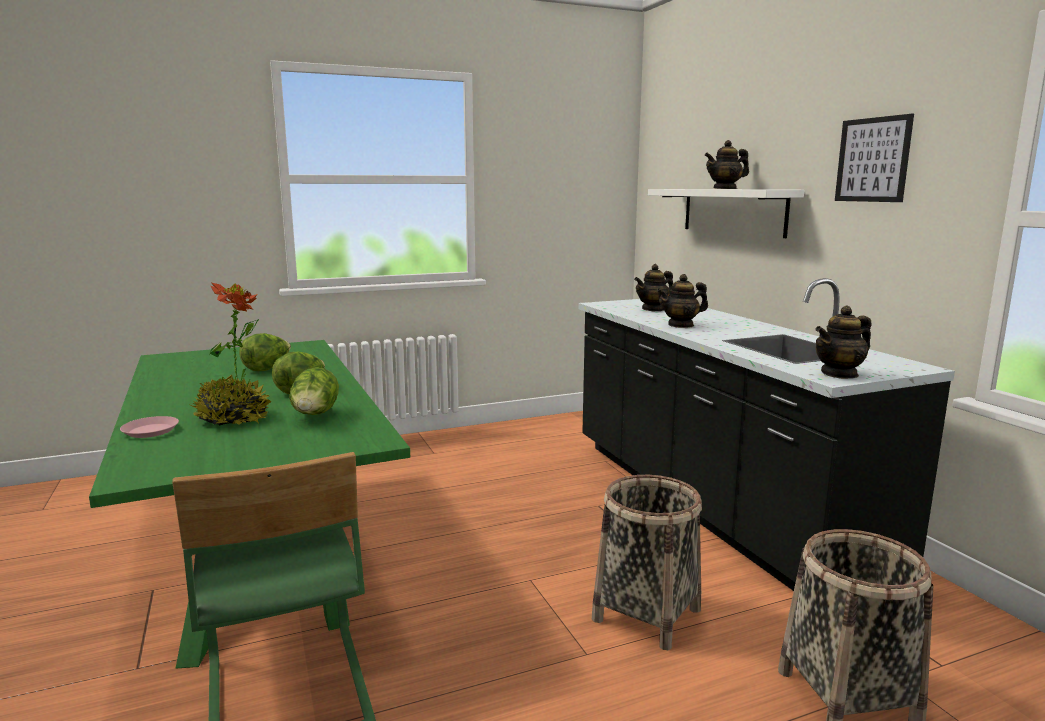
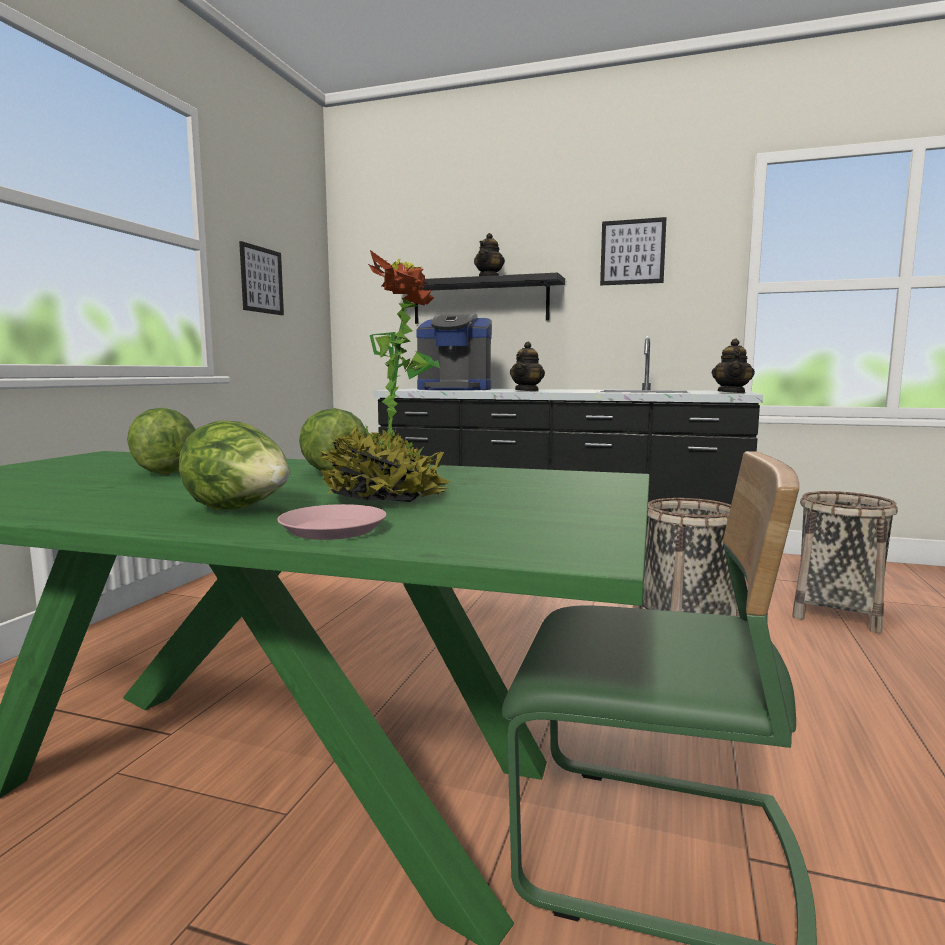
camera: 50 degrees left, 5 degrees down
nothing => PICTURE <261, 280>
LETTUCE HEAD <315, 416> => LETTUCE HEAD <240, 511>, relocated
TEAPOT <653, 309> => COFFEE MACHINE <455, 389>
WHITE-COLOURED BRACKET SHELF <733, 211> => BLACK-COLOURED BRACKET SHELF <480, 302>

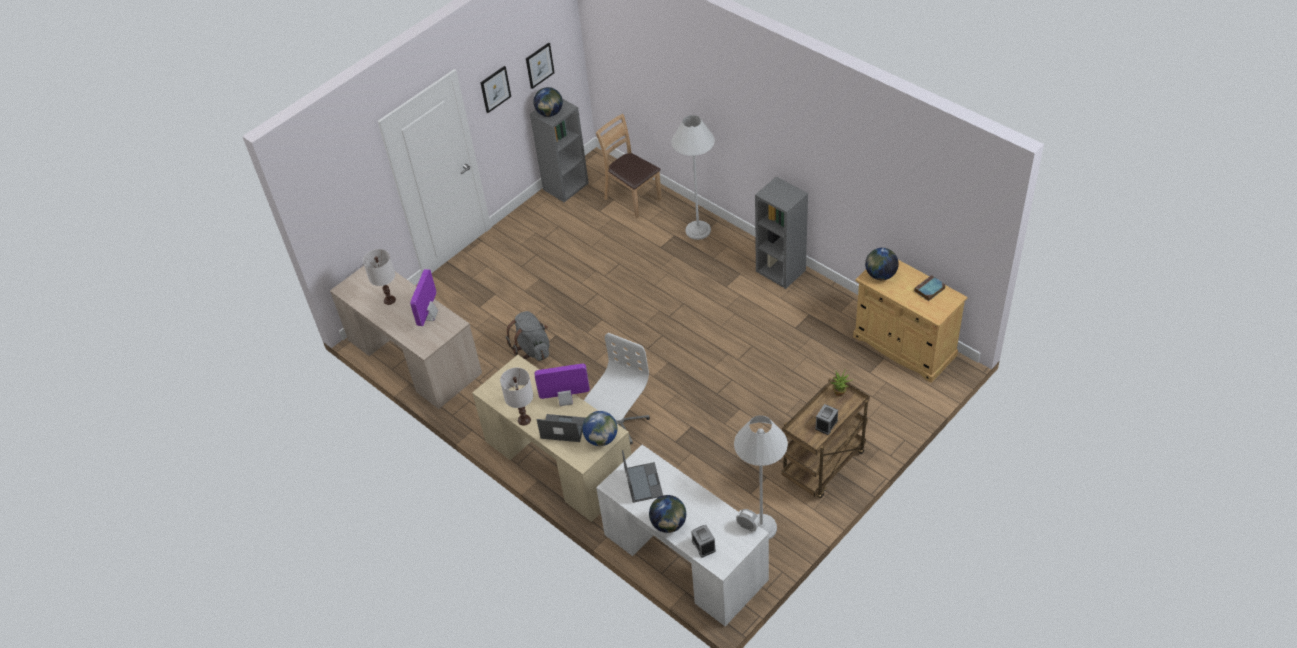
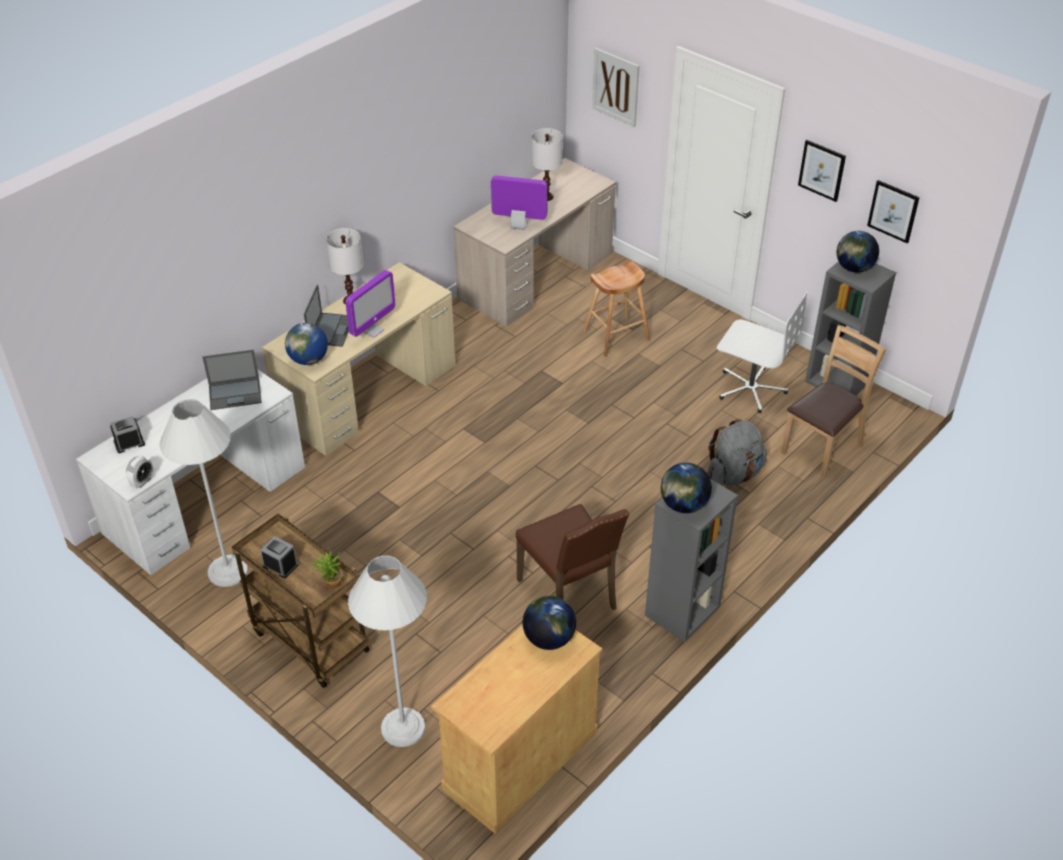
camera: 85 degrees right, 5 degrees down
VOLUME <929, 290> => nothing
nothing => BROWN-COLOURED PLAIN CHAIR <569, 594>
nothing => BROWN-COLOURED SITTING STOOL <616, 336>
nothing => PICTURE <615, 87>
GRAY BACKPACK <533, 349> => GRAY BACKPACK <734, 474>, relocated
WHITE-COLOURED DESK CHAIR <619, 422> => WHITE-COLOURED DESK CHAIR <750, 388>, relocated
WORLD GLOBE <668, 524> => WORLD GLOBE <683, 505>, relocated
WHITE-COLOURED FLOOR LAMP <698, 230> => WHITE-COLOURED FLOOR LAMP <403, 727>, relocated
MONITOR <565, 400> => MONITOR <372, 330>, 45 degrees clockwise

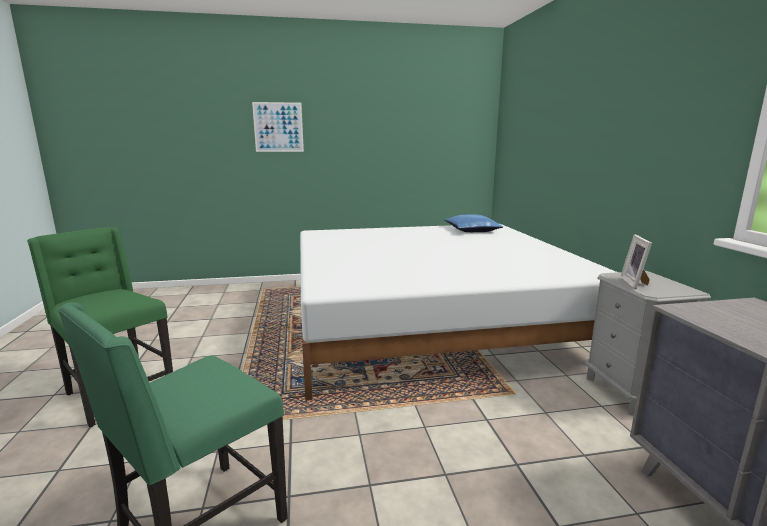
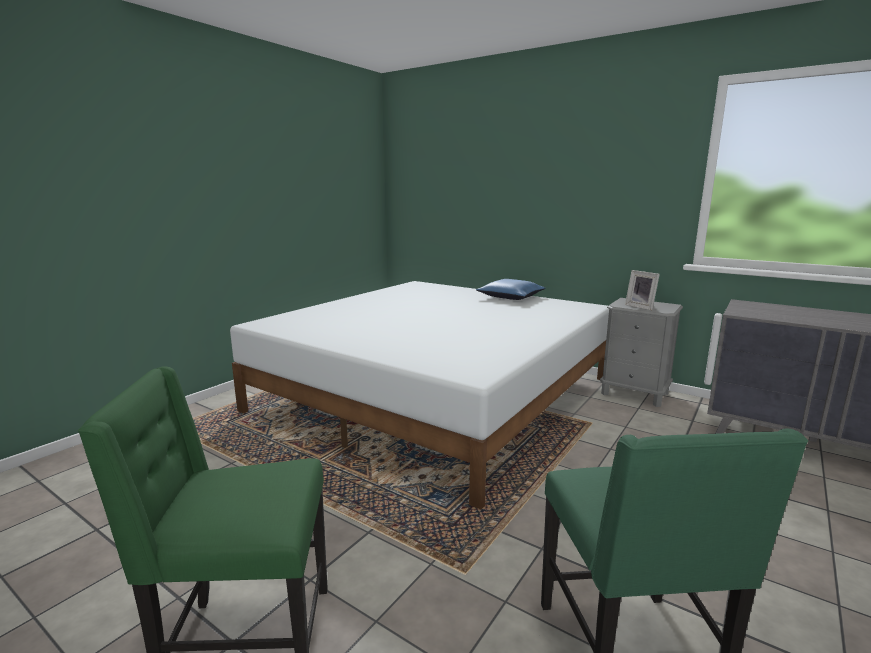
camera: 45 degrees left, 0 degrees up
PICTURE <278, 127> => nothing
BLUE CUSHION <472, 230> => BLUE CUSHION <511, 297>, relocated

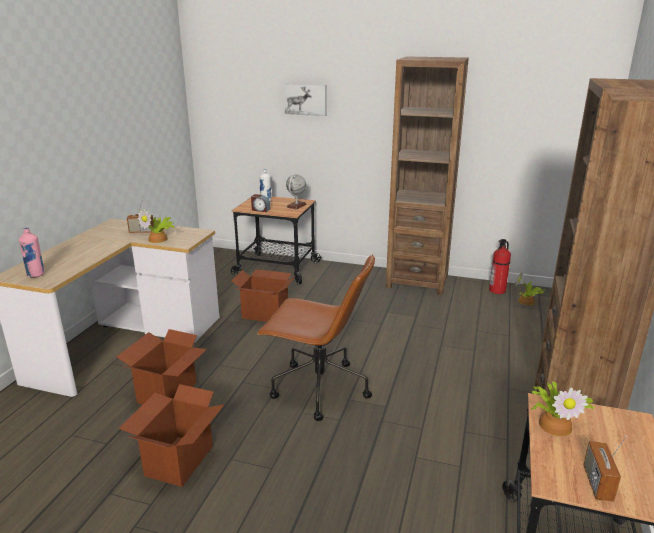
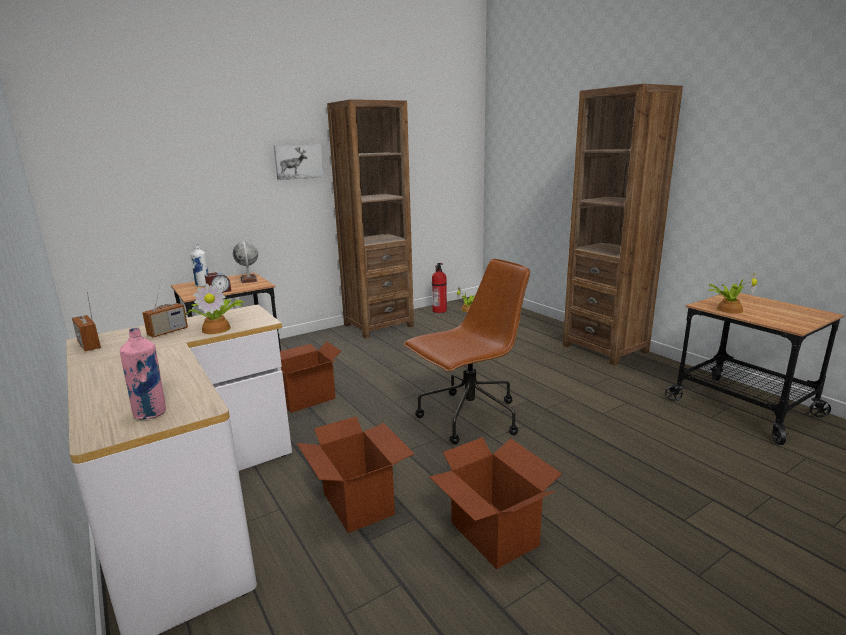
camera: 50 degrees left, 5 degrees down
PICTURE <306, 99> => PICTURE <298, 162>, relocated
RADIO <597, 483> => RADIO <89, 345>, relocated

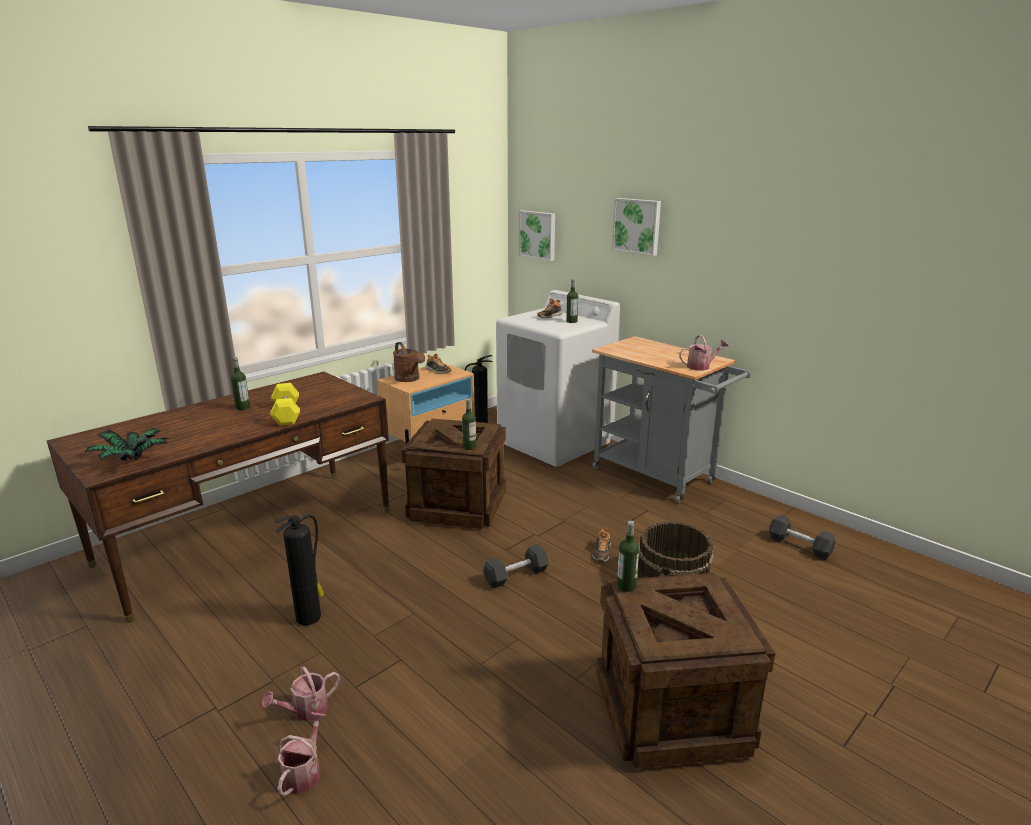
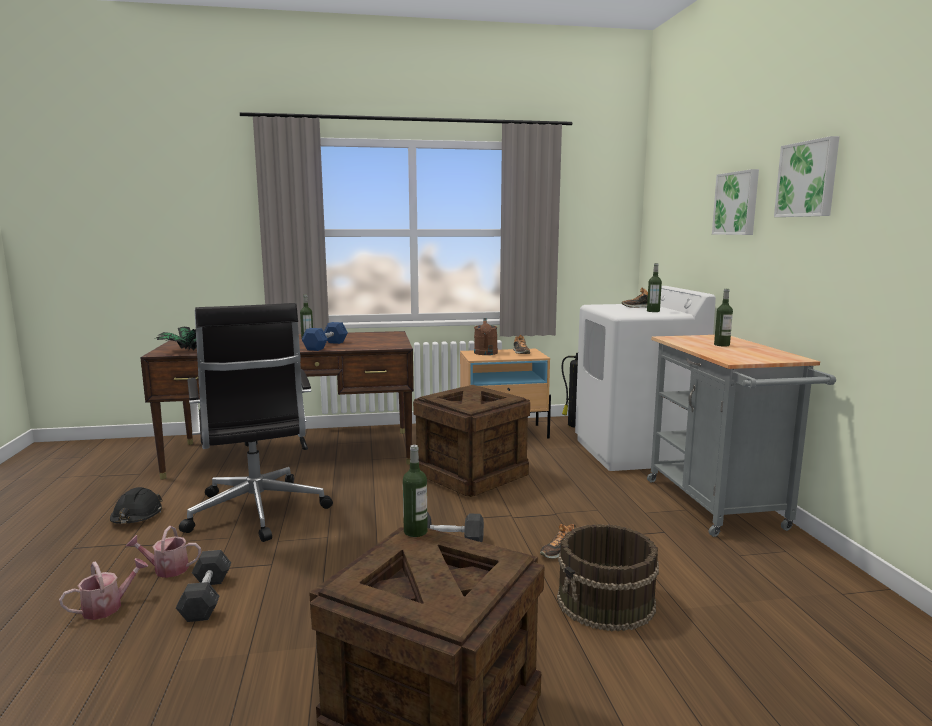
camera: 35 degrees right, 10 degrees down
SPRINKLING CAN <701, 366> => nothing
nothing => BLACK-COLOURED HARD HAT <137, 516>
BOTTLE <469, 447> => BOTTLE <721, 345>, relocated
PICTURE <538, 235> => PICTURE <808, 179>, relocated
GRAY HAND WEIGHT <799, 546> => GRAY HAND WEIGHT <206, 598>, relocated
FIRE EXTINGUISHER <310, 616> => BLACK-COLOURED DESK CHAIR <257, 513>
YELLOW-COLOURED HAND WEIGHT <286, 414> => BLUE HAND WEIGHT <325, 346>

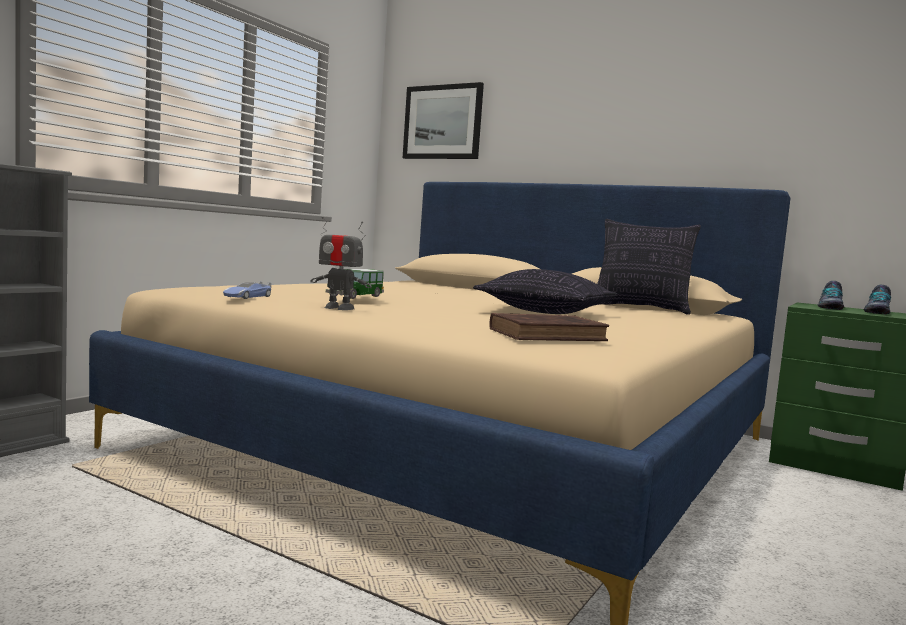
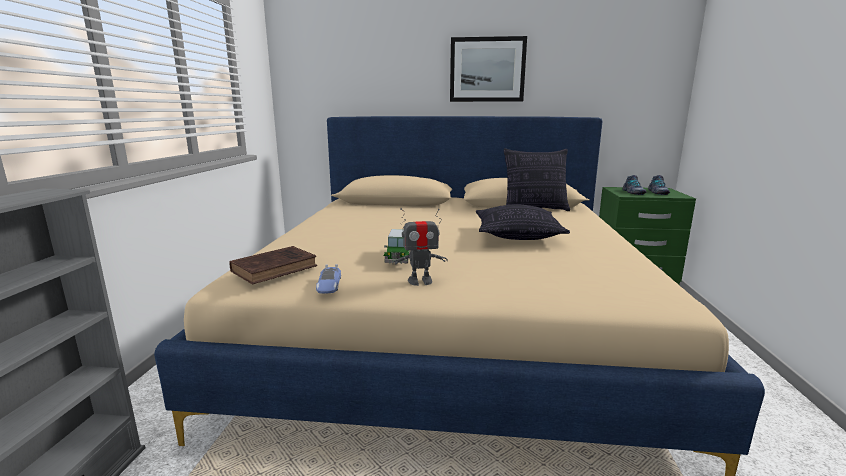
camera: 25 degrees left, 10 degrees up
PICTURE <442, 122> => PICTURE <487, 70>, relocated
BROWN-COLOURED VOLUME <550, 335> => BROWN-COLOURED VOLUME <276, 268>, relocated

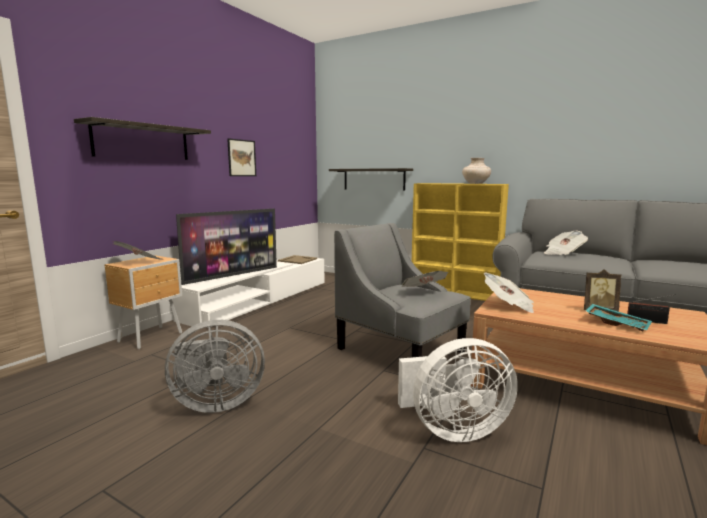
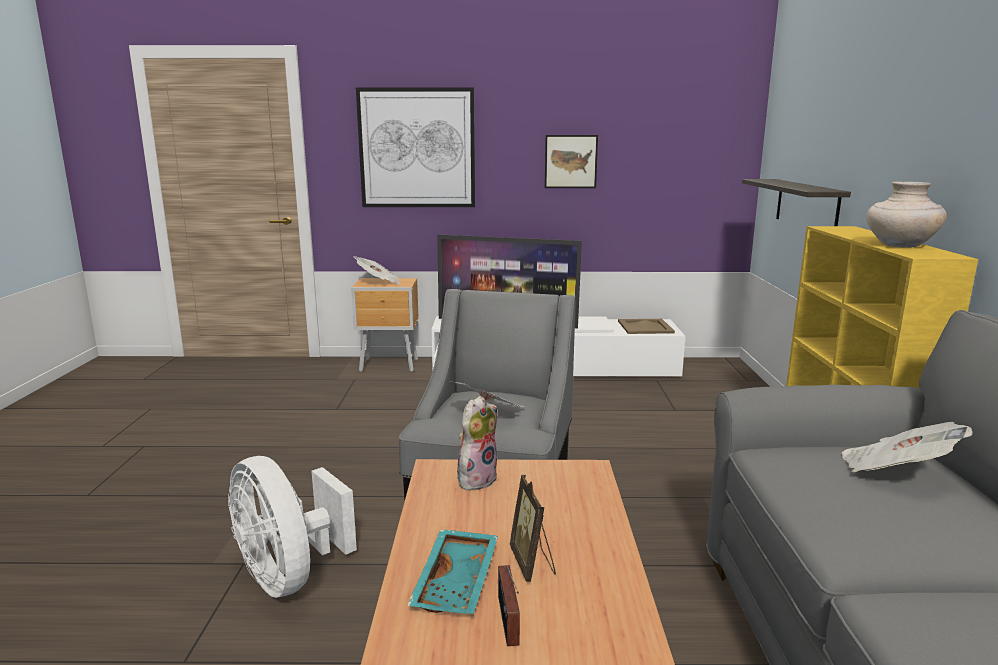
camera: 60 degrees right, 5 degrees up
GRAY FAN <215, 403> => nothing
BRACKET SHELF <142, 142> => PICTURE <417, 148>
PRINTED PAPER <508, 306> => SOFT TOY <476, 479>

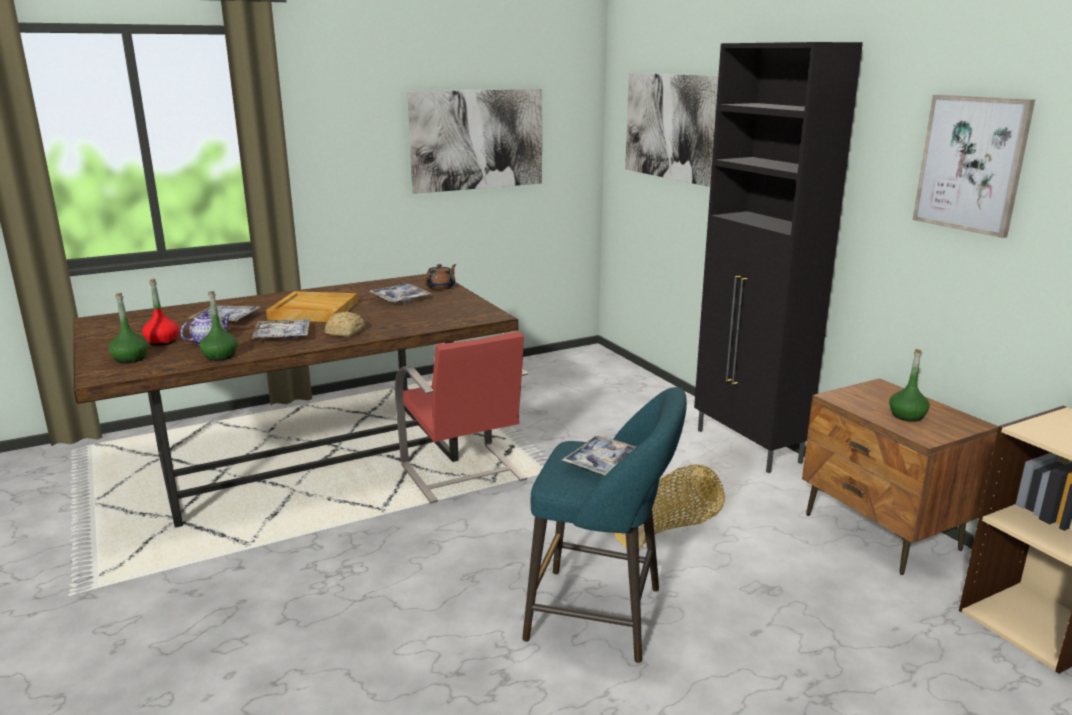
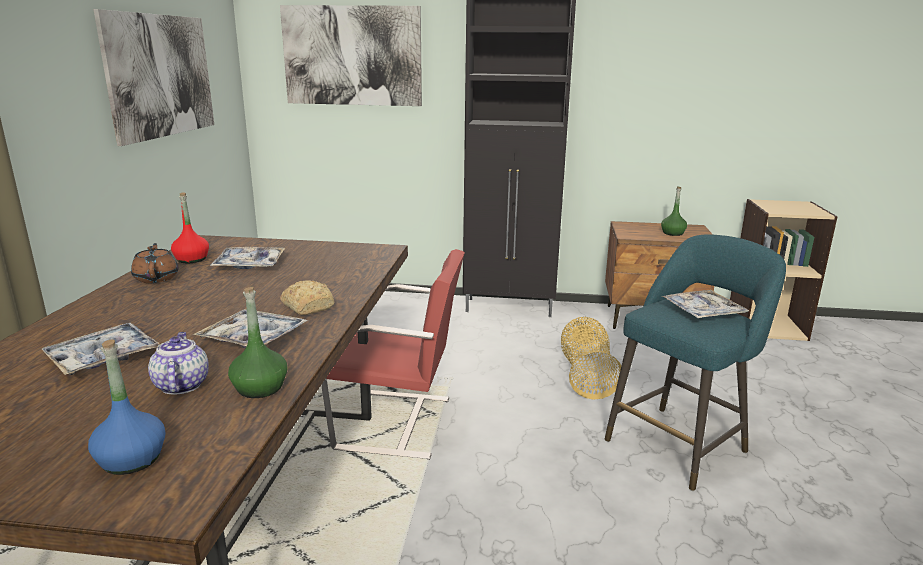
camera: 55 degrees left, 0 degrees up
SAND-COLOURED SERVING TRAY <313, 310> => nothing
PICTURE <971, 164> => nothing
REDDISH BOTTLE <162, 342> => REDDISH BOTTLE <192, 259>, relocated
BROWN-COLOURED TEAPOT <441, 287> => BROWN-COLOURED TEAPOT <157, 278>, relocated
GREENISH BOTTLE <130, 359> => BLUE BOTTLE <131, 459>

